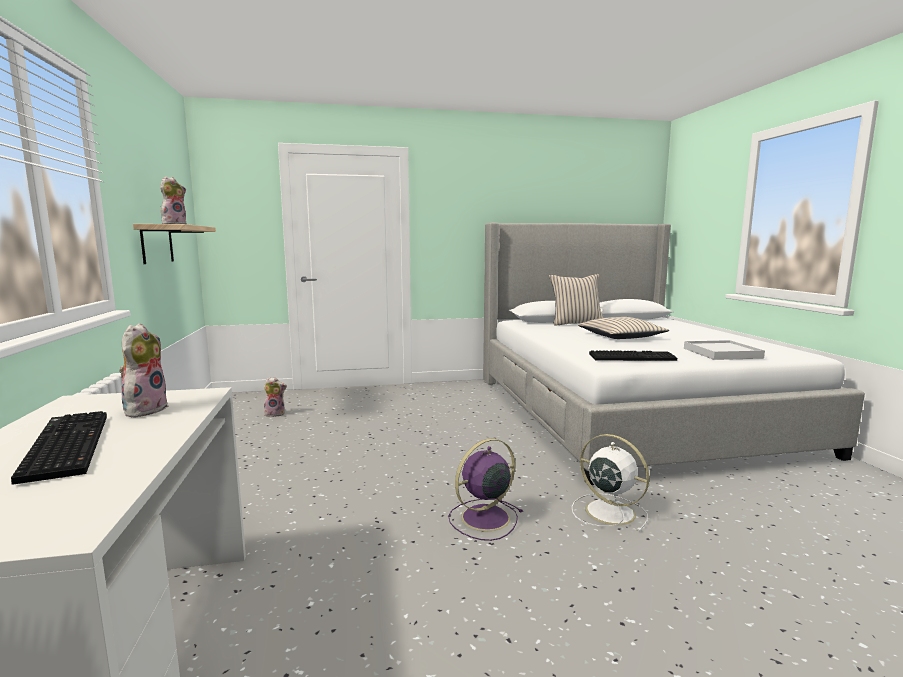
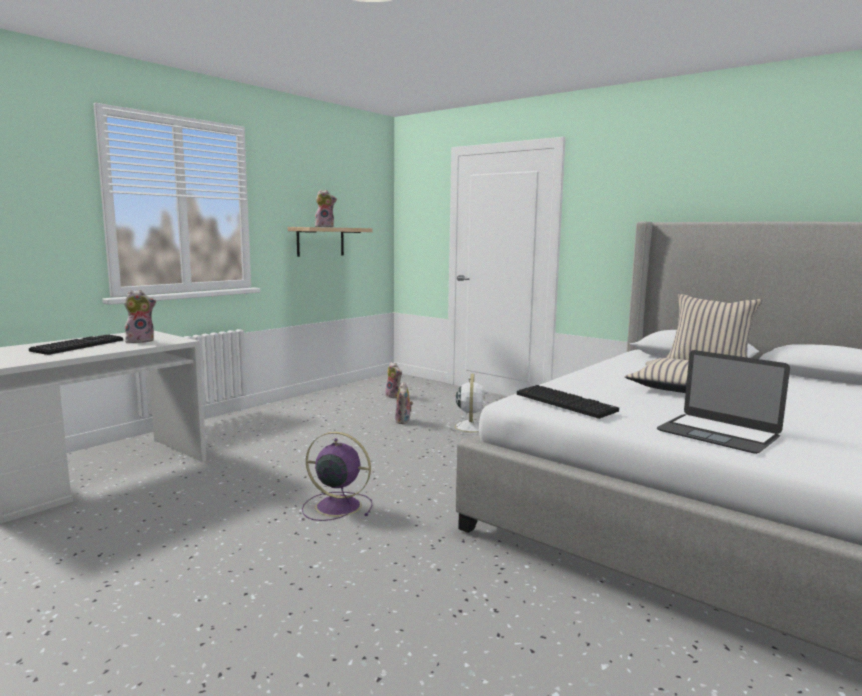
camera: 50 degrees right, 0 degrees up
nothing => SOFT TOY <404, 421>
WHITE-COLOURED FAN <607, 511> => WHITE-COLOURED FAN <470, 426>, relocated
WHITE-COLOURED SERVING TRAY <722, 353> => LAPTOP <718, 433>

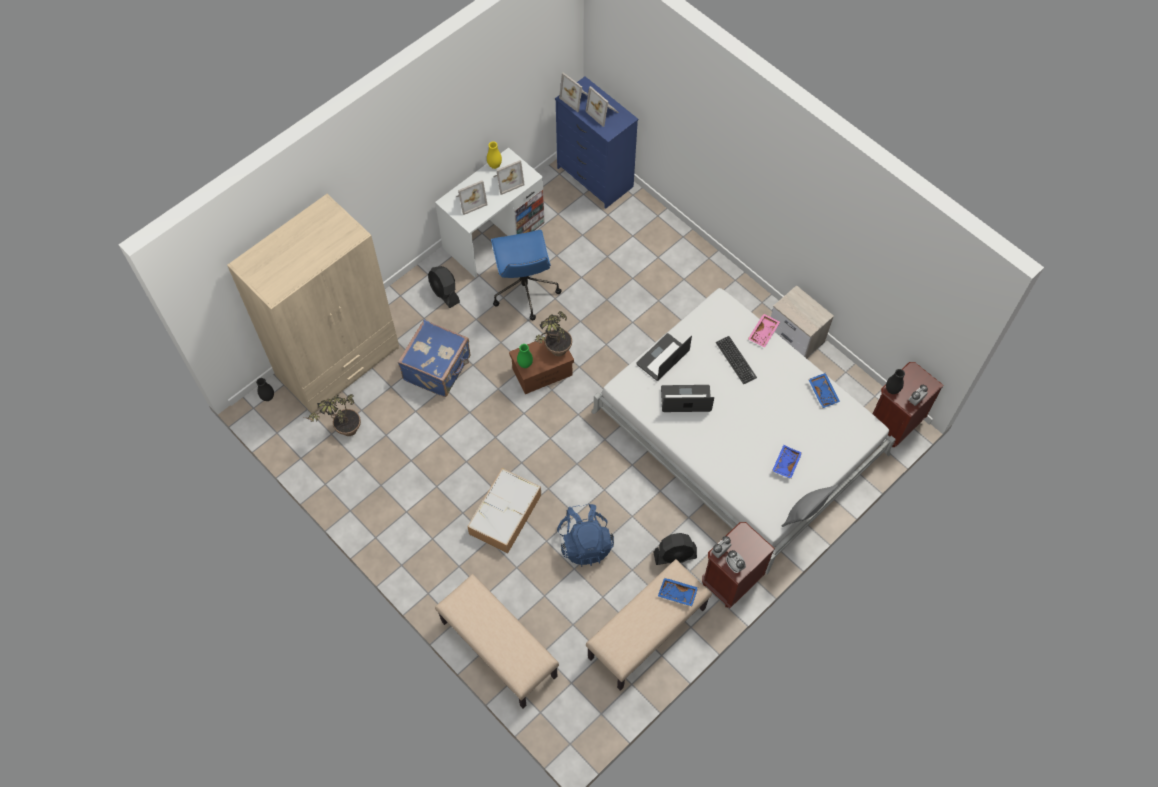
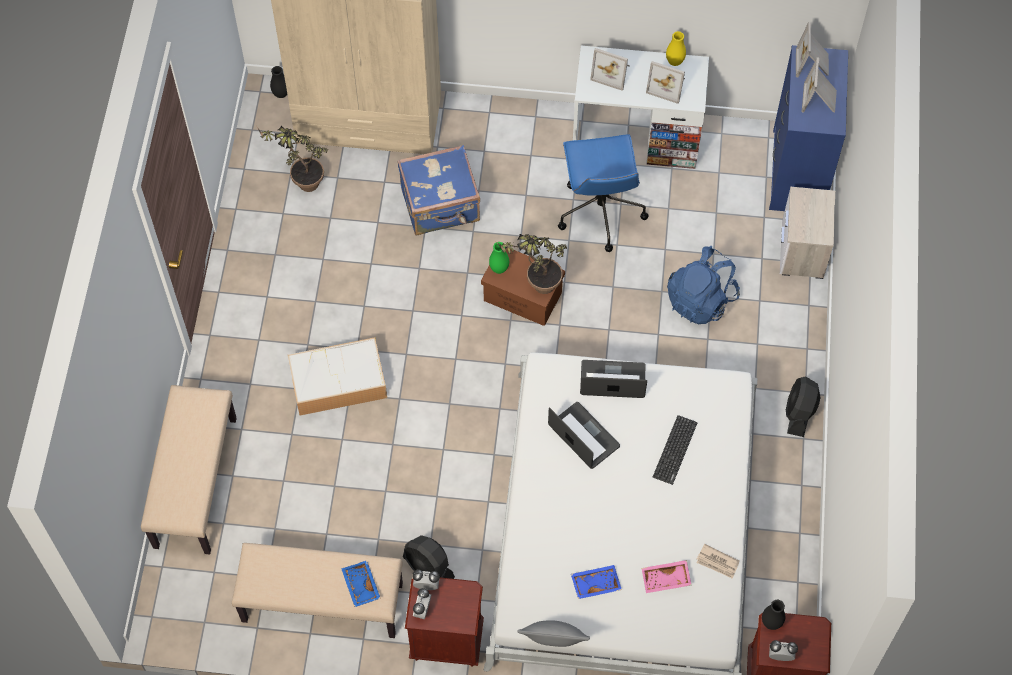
camera: 50 degrees right, 0 degrees up
BLACK-COLOURED FAN <444, 293> => BLACK-COLOURED FAN <799, 413>, relocated
BLUE BACKPACK <585, 543> => BLUE BACKPACK <701, 300>, relocated
PINK SERVING TRAY <764, 333> => PINK SERVING TRAY <666, 580>, relocated
NIGHTSTAND <796, 337> => NIGHTSTAND <802, 251>, relocated
BLUE SERVING TRAY <823, 392> => PRINTED PAPER <717, 562>
BLUE DESK CHAIR <524, 290> => BLUE DESK CHAIR <600, 211>, 45 degrees counterclockwise

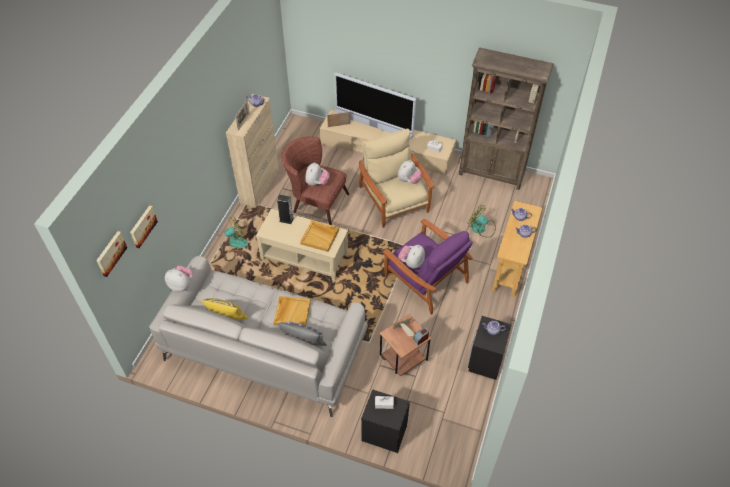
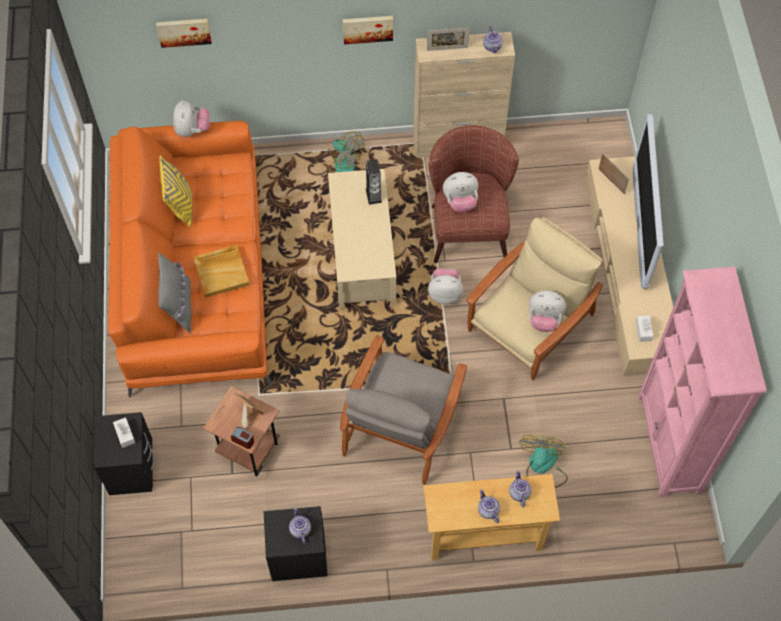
camera: 65 degrees right, 10 degrees up
SAND-COLOURED SERVING TRAY <320, 237> => nothing
PICTURE <110, 253> => PICTURE <367, 28>, relocated
SOFT TOY <411, 263> => SOFT TOY <445, 293>, relocated
GRAY COUCH <264, 347> => ORANGEY COUCH <196, 275>
PURPLE ARMCHAIR <425, 279> => GRAY ARMCHAIR <402, 424>
BROWN-COLOURED BOOKSHELF <492, 174> => PINK BOOKSHELF <669, 443>

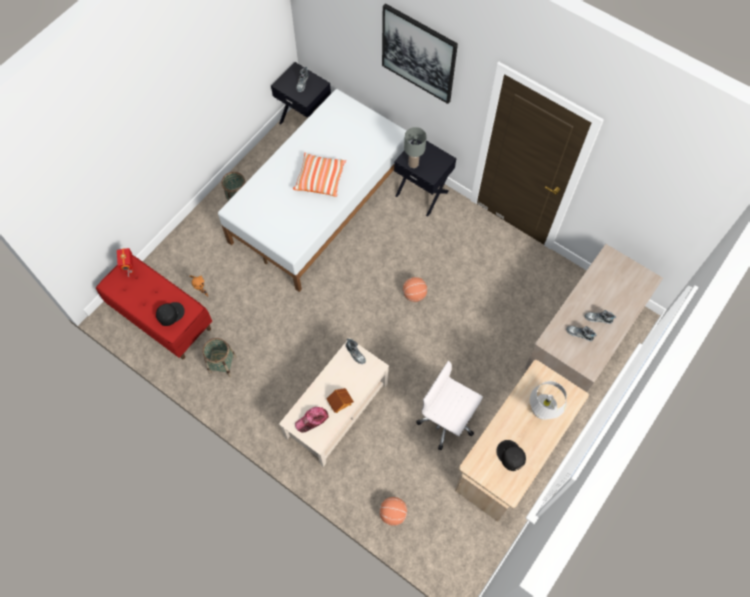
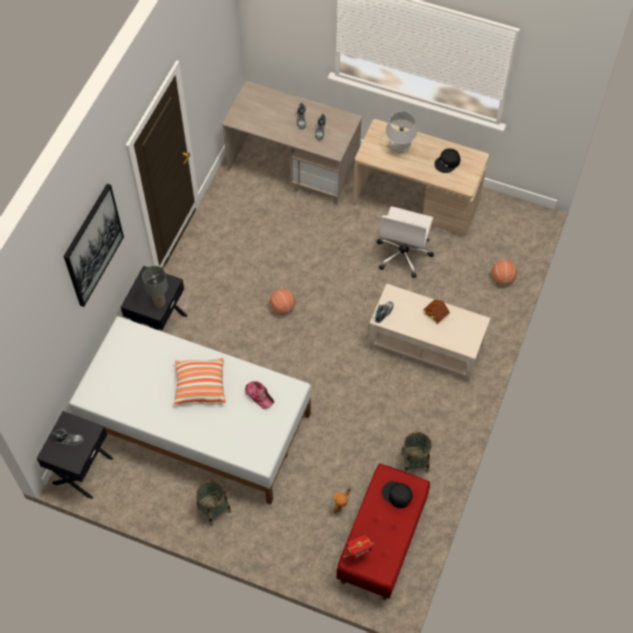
camera: 105 degrees left, 5 degrees down
BASEBALL CAP <312, 420> => BASEBALL CAP <259, 395>, relocated

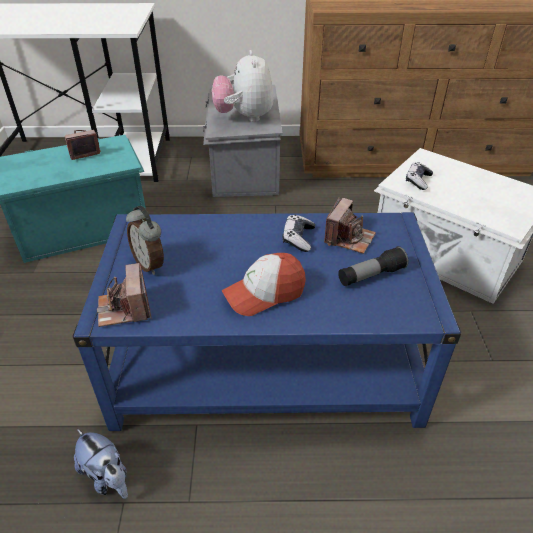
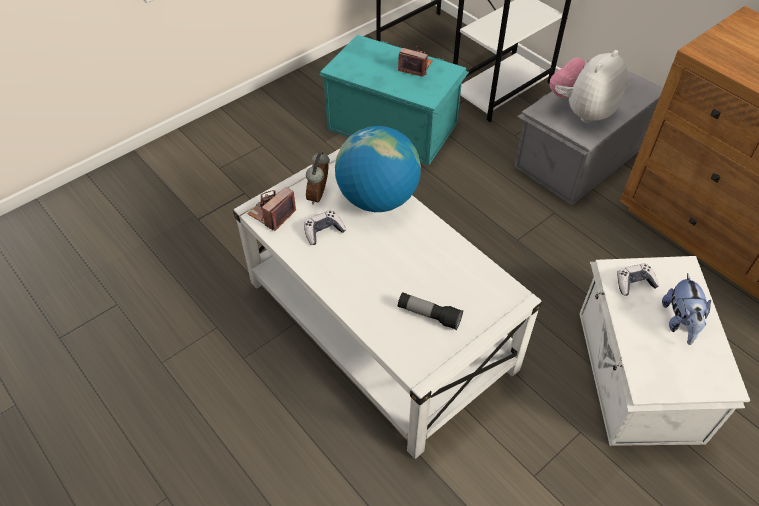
camera: 50 degrees right, 10 degrees up
BASEBALL CAP <264, 293> => nothing
PHOTO CAMERA <349, 238> => nothing
nothing => WORLD GLOBE <377, 199>
SOFT TOY <107, 477> => SOFT TOY <680, 322>, relocated
GAME CONTROLLER <298, 238> => GAME CONTROLLER <323, 231>, relocated
BLUE COFFEE TABLE <265, 363> => WHITE-COLOURED COFFEE TABLE <379, 325>

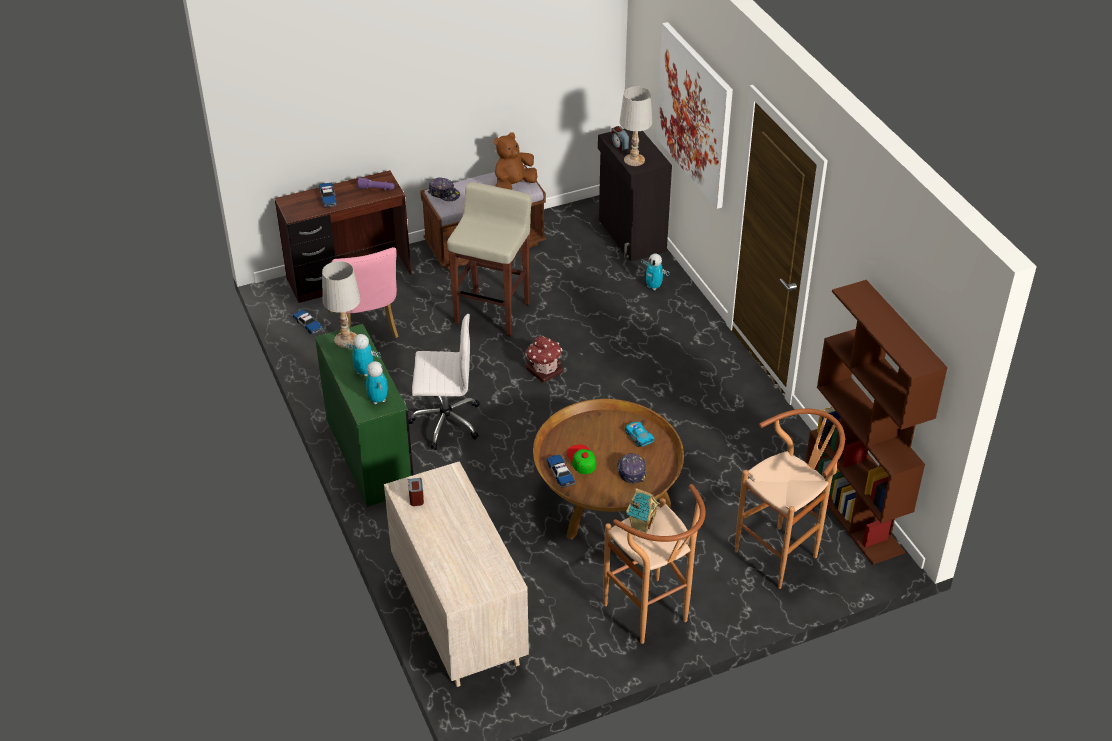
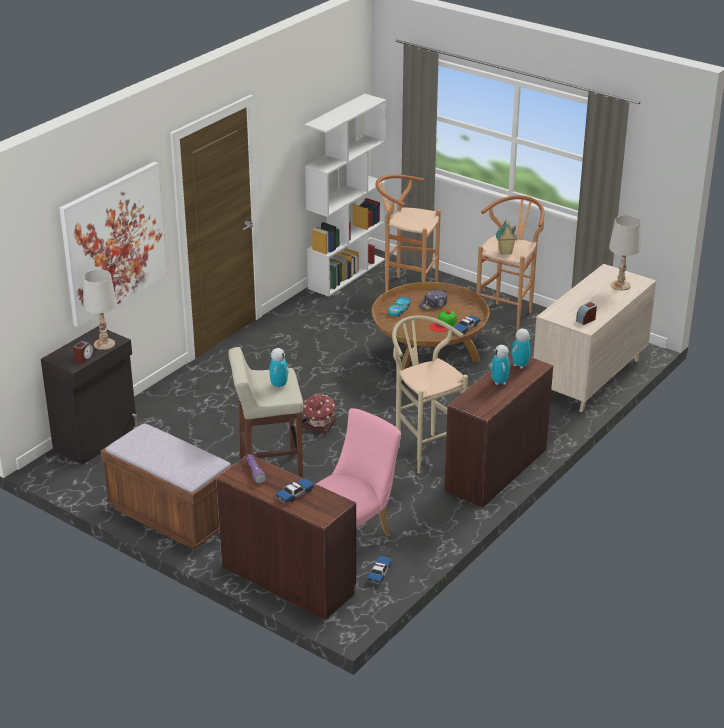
camera: 120 degrees left, 10 degrees down
BASEBALL CAP <444, 194> => nothing
BROWN-COLOURED SOFT TOY <513, 186> => nothing
WHITE-COLOURED LAMP FOR A TABLE <345, 339> => WHITE-COLOURED LAMP FOR A TABLE <620, 285>, relocated
TOY ROBOT <653, 286> => TOY ROBOT <279, 385>, relocated
WHITE-COLOURED DESK CHAIR <445, 421> => SAND-COLOURED SITTING STOOL <424, 449>
GREENISH DESK <370, 454> => BROWN-COLOURED DESK <495, 470>
BROWN-COLOURED BOOKSHELF <853, 513> => WHITE-COLOURED BOOKSHELF <346, 273>

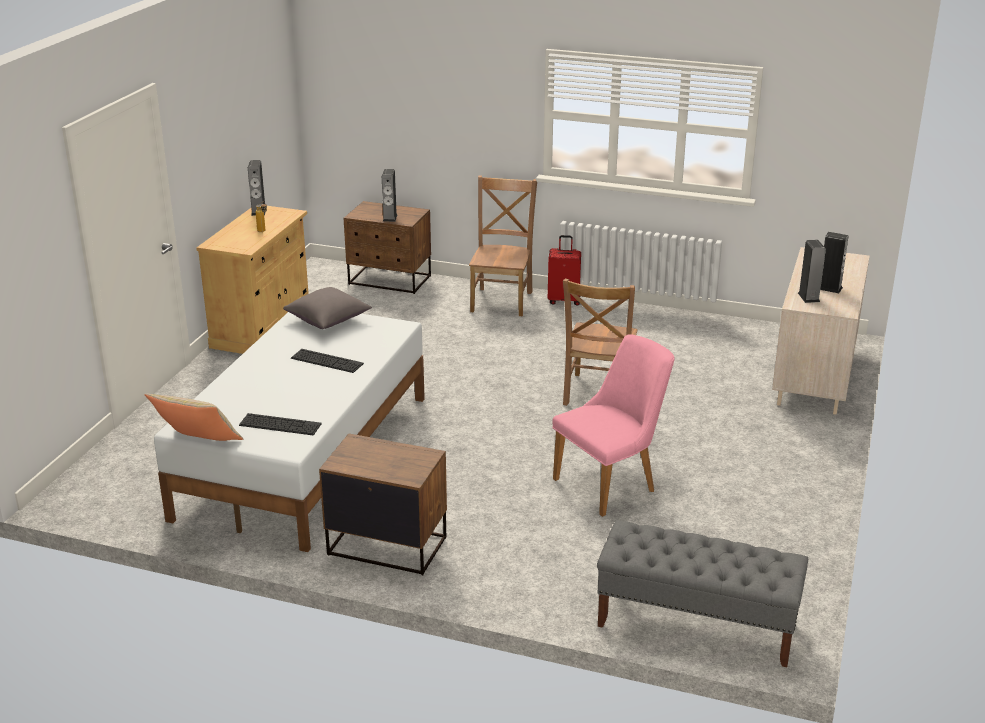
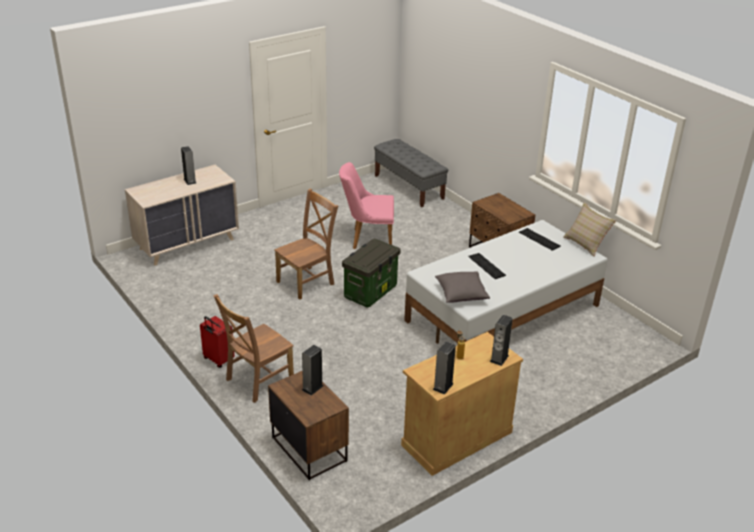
camera: 145 degrees left, 5 degrees up
nothing => STORAGE BOX <370, 291>
LOUDSPEAKER <808, 297> => LOUDSPEAKER <499, 358>, relocated

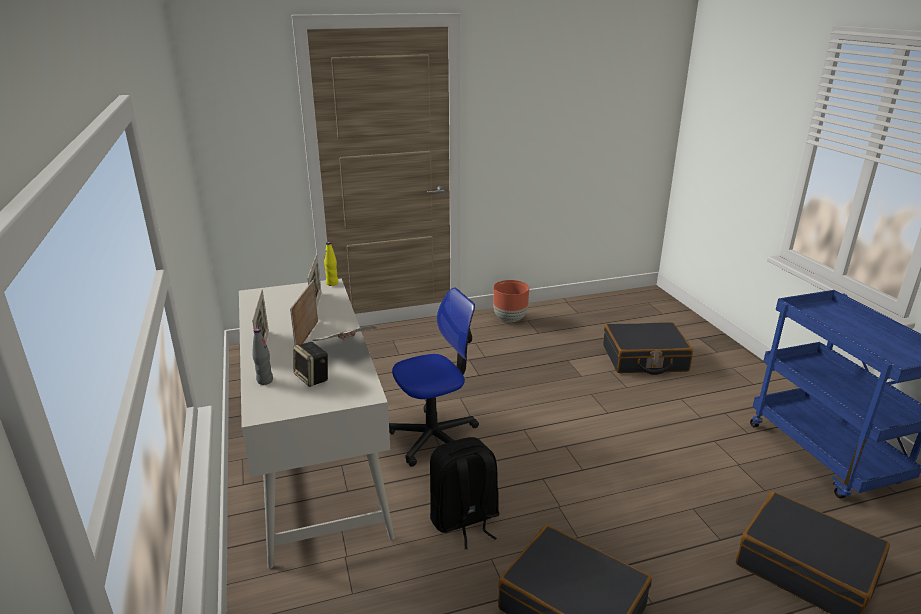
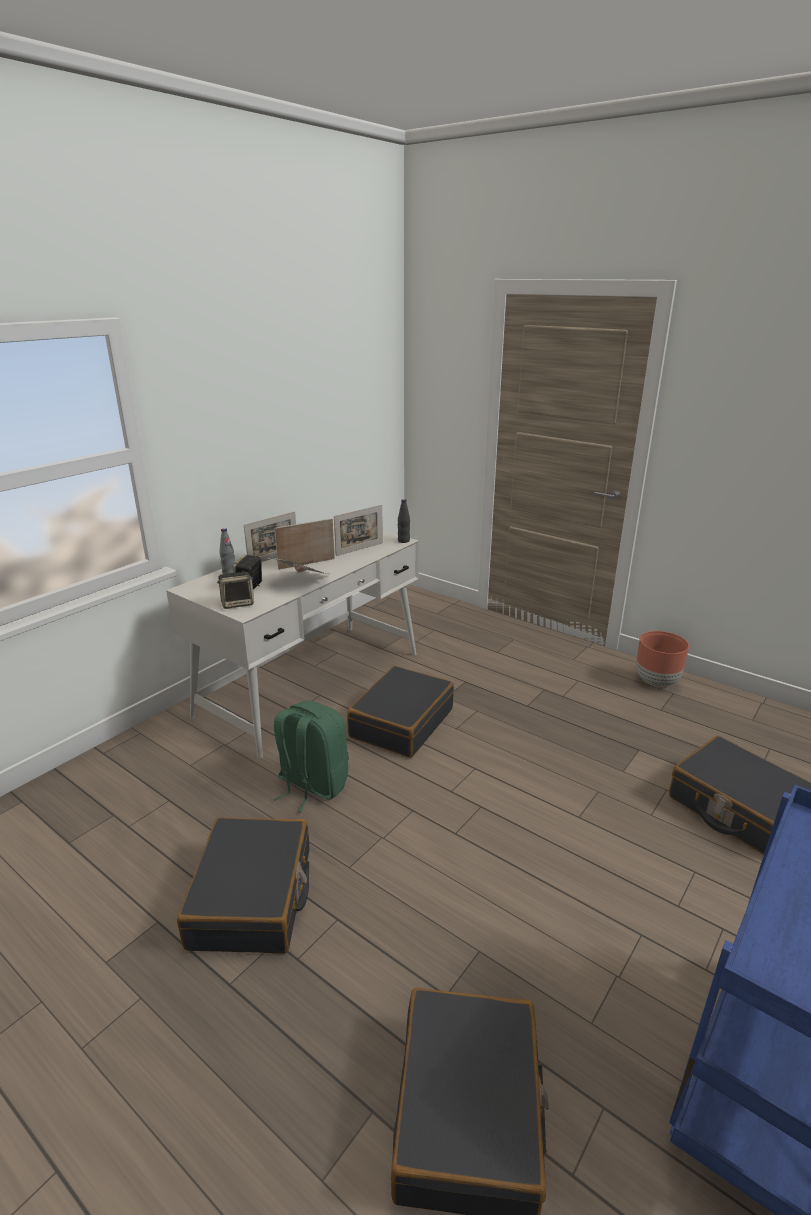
camera: 55 degrees right, 0 degrees up
nothing => LOUDSPEAKER <238, 603>
DESK CHAIR <434, 438> => BLACK-COLOURED SUITCASE <401, 722>
YELLOW-COLOURED BOTTLE <332, 283> => BLACK-COLOURED BOTTLE <403, 541>
BLACK-COLOURED BACKPACK <464, 520> => GREENISH BACKPACK <311, 785>

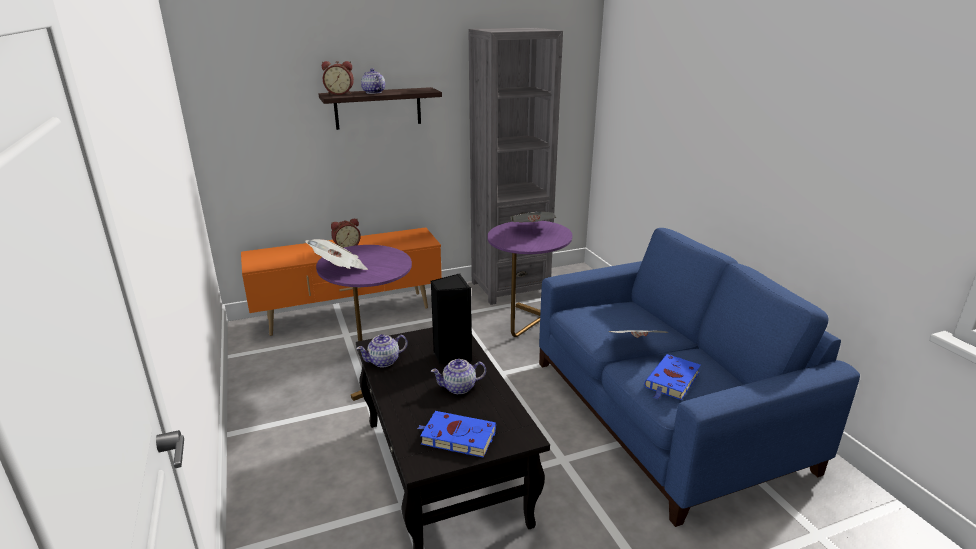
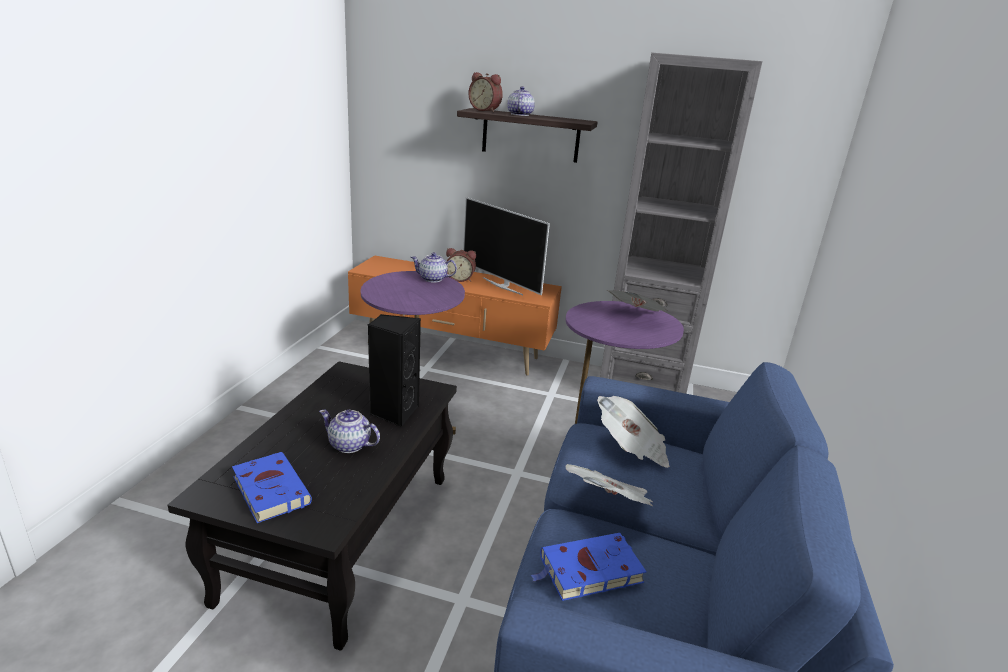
camera: 35 degrees right, 0 degrees up
nothing => TV <503, 286>
PRINTED PAPER <339, 268> => PRINTED PAPER <631, 448>, relocated
TEAPOT <384, 361> => TEAPOT <433, 279>, relocated

